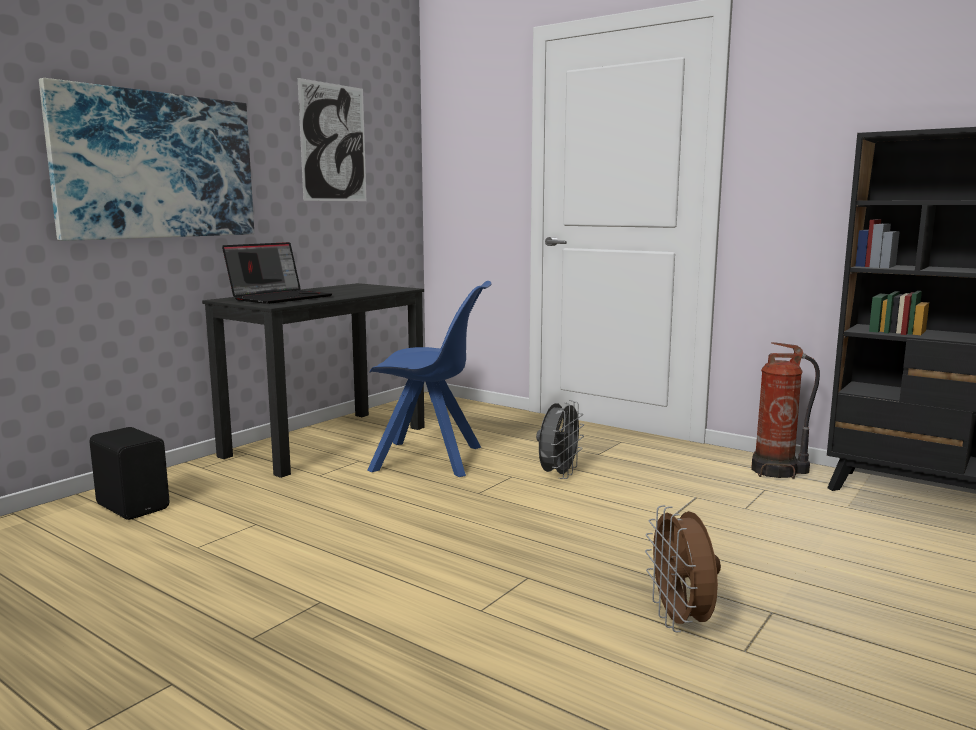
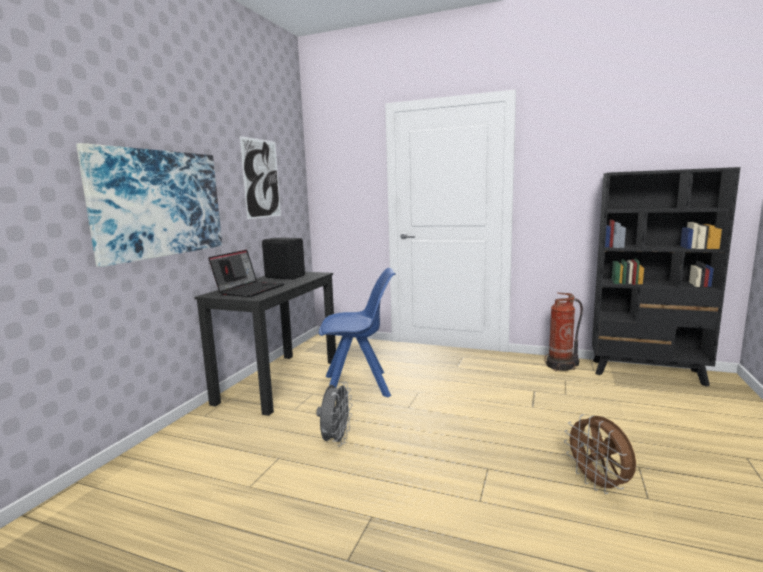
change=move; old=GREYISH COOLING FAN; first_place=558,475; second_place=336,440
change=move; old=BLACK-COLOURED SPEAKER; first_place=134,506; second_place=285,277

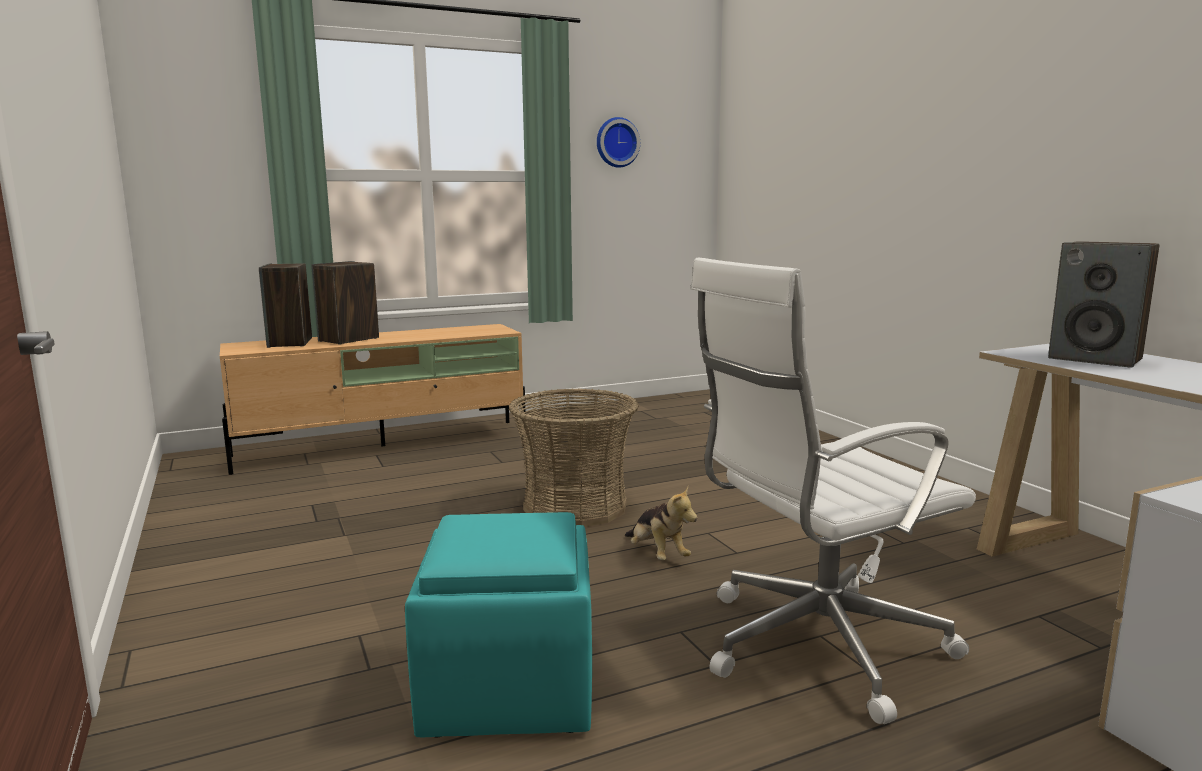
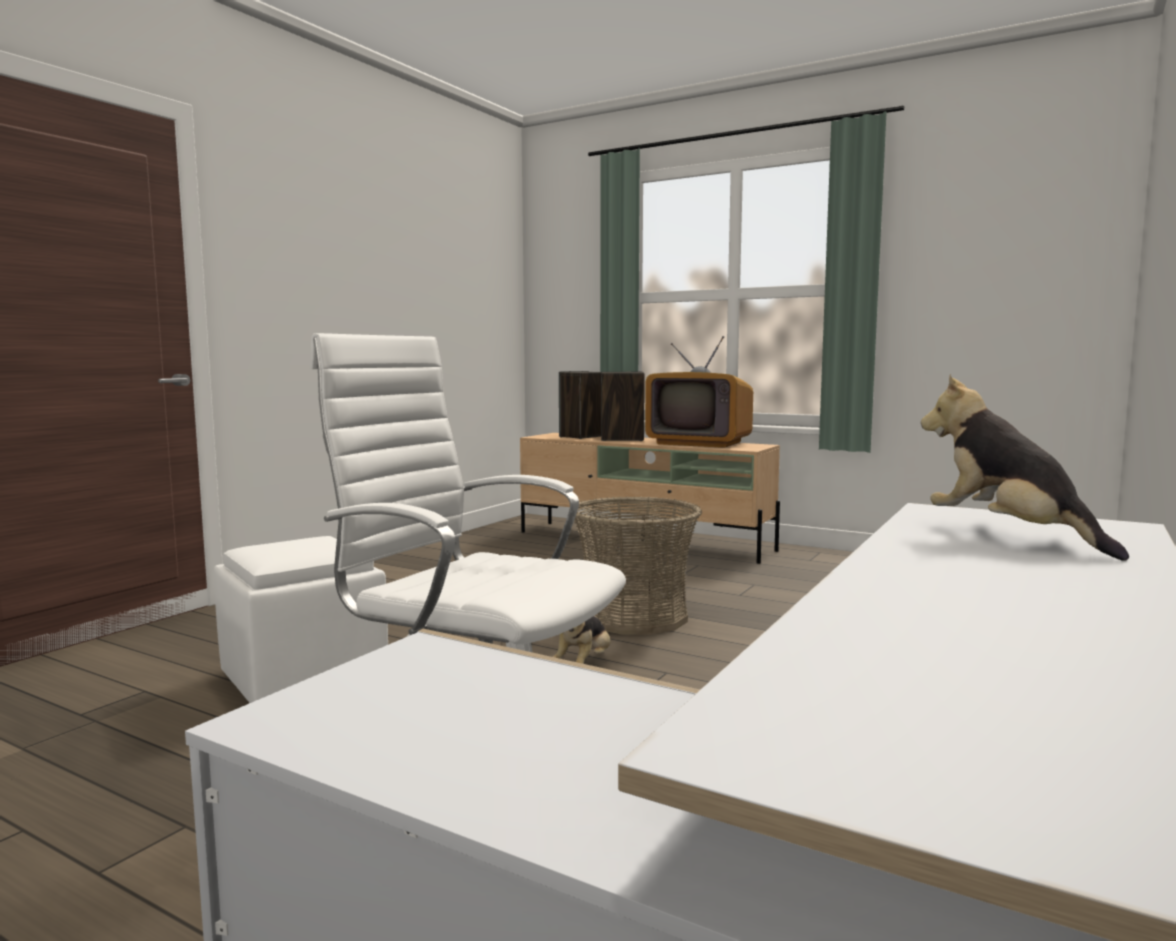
change=delete; old=HANGING CLOCK; first_place=616,142
change=replace; old=SPEAKER; new=SOFT TOY; first_place=1096,359; second_place=1009,536
change=recolor; old=BLUE-GREEN FOOTREST; new=WHITISH FOOTREST; first_place=507,688; second_place=304,676
change=insert; new=TV; second_place=699,443

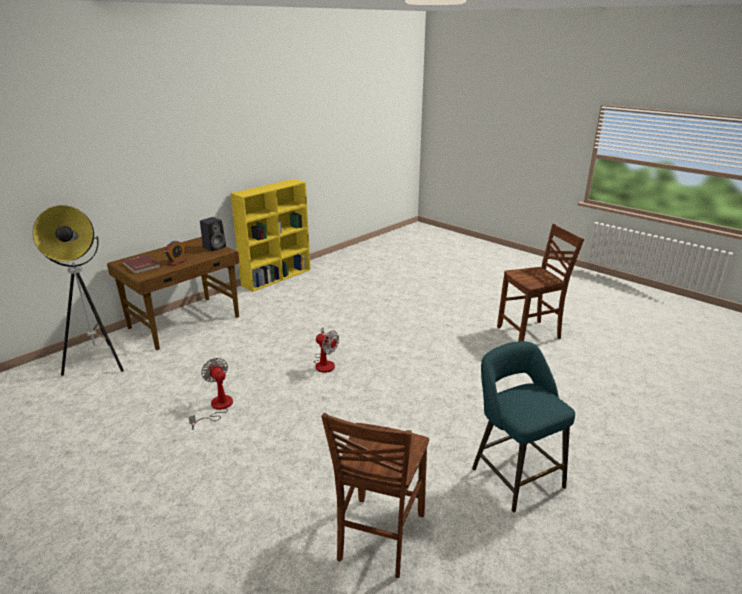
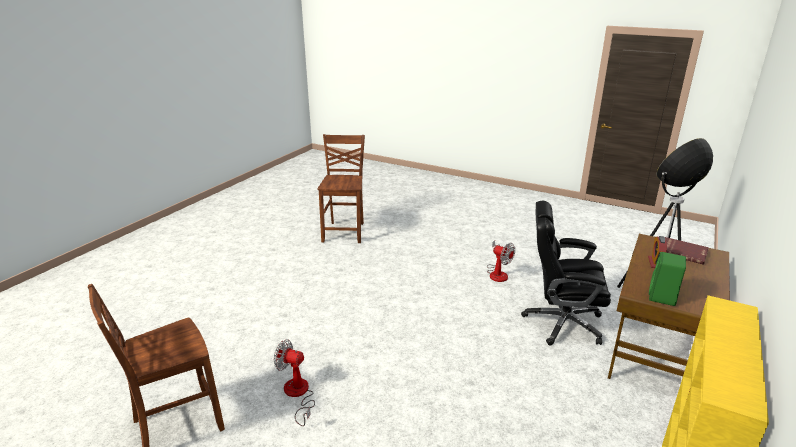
change=recolor; old=BLACK-COLOURED SPEAKER; new=GREEN-COLOURED SPEAKER; first_place=215,247; second_place=662,298
change=move; old=COOLING FAN; first_place=325,363; second_place=298,394
change=delete; old=BLUE-GREEN STOOL SEAT; first_place=514,475
change=insert; new=BLACK-COLOURED COMPUTER CHAIR; second_place=561,323

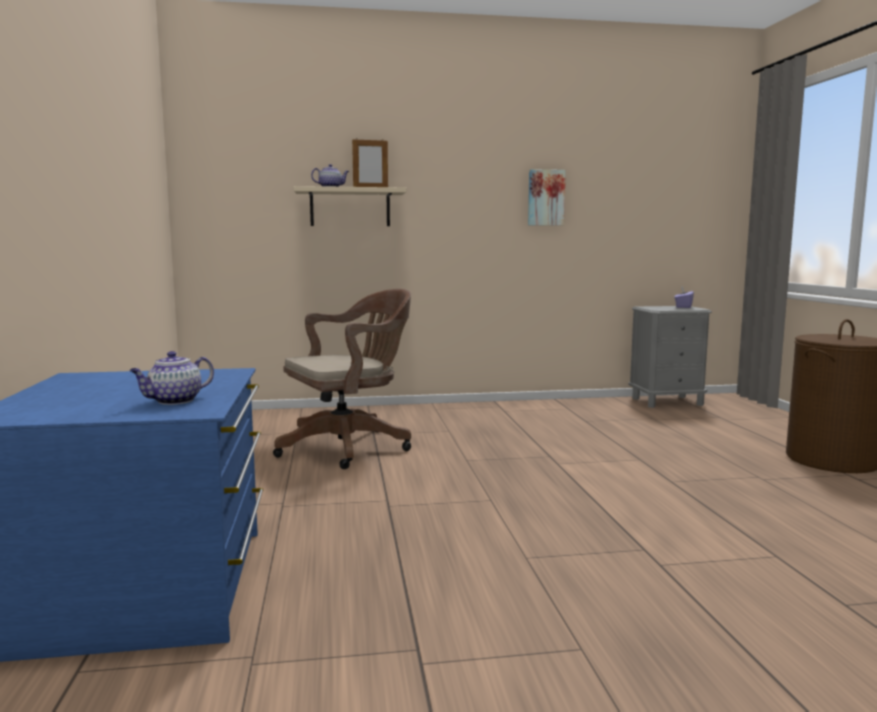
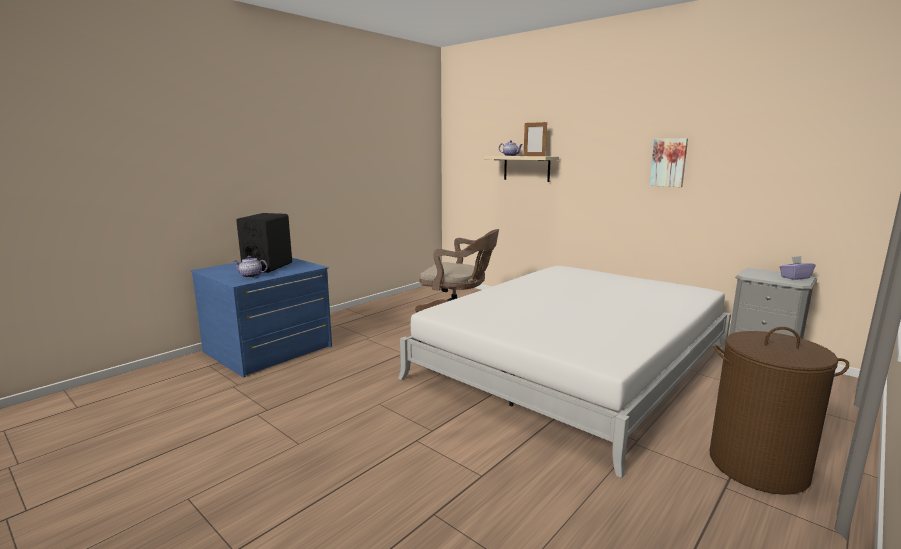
change=insert; new=BLACK-COLOURED SPEAKER; second_place=268,267
change=insert; new=WHITISH BED; second_place=574,363

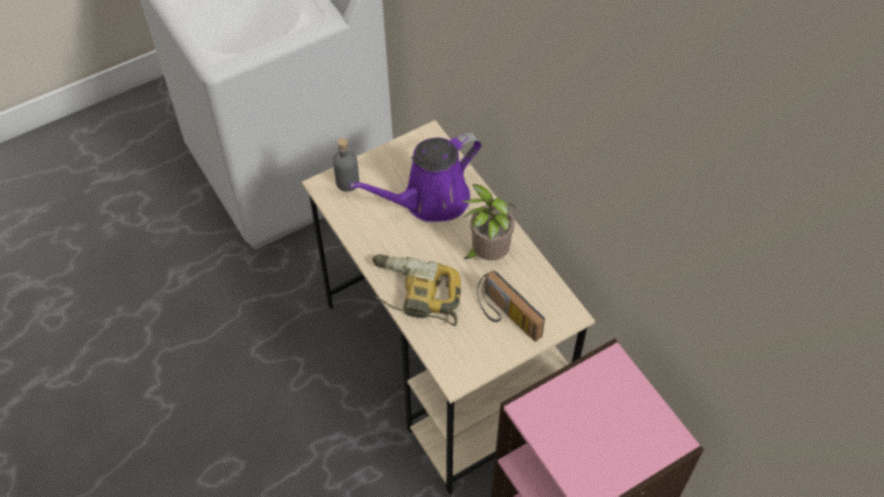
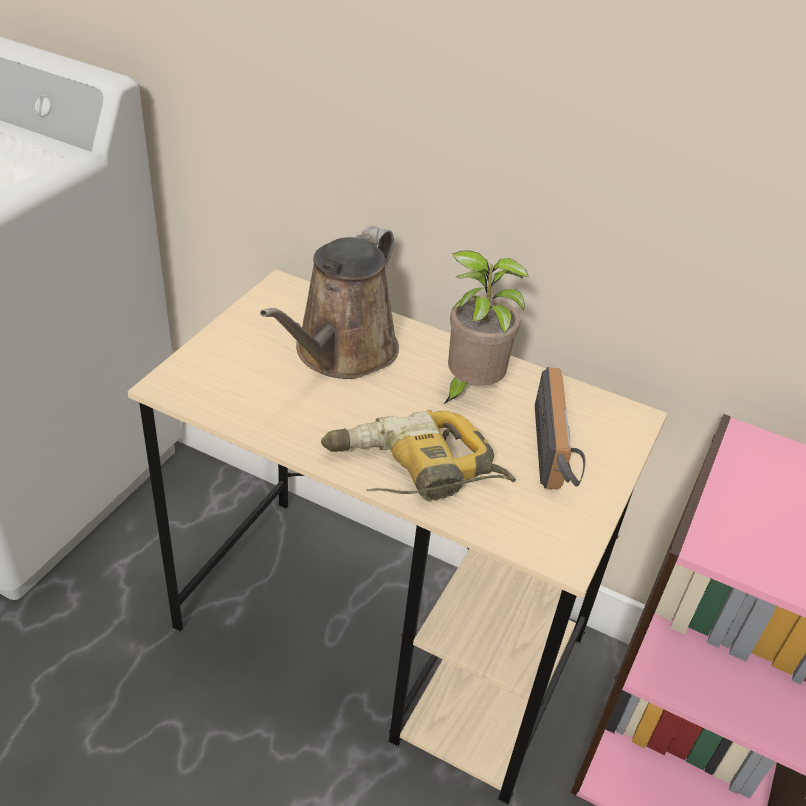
change=recolor; old=PURPLE WATERING POT; new=BROWN WATERING POT; first_place=430,200; second_place=341,354
change=delete; old=GREYISH BEVERAGE BOTTLE; first_place=347,182
change=rotate; old=RADIO; first_place=505,317; second_place=559,450; degrees=-105

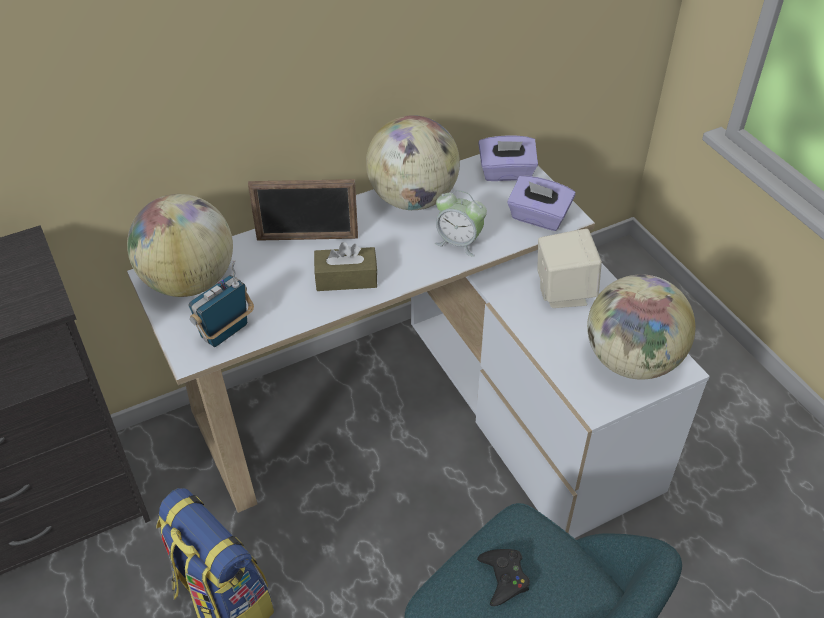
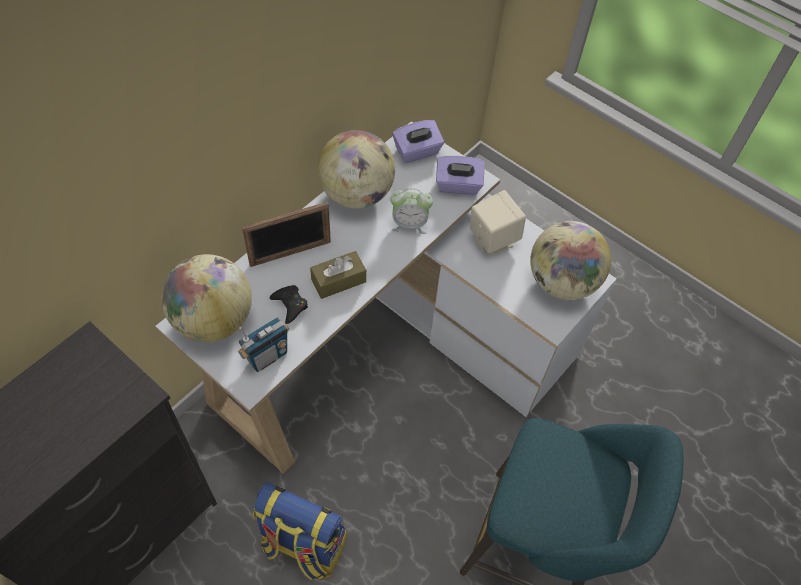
change=rotate; old=RADIO; first_place=225,332; second_place=267,356; degrees=-150
change=move; old=BLACK-COLOURED GAME CONTROLLER; first_place=504,578; second_place=290,305

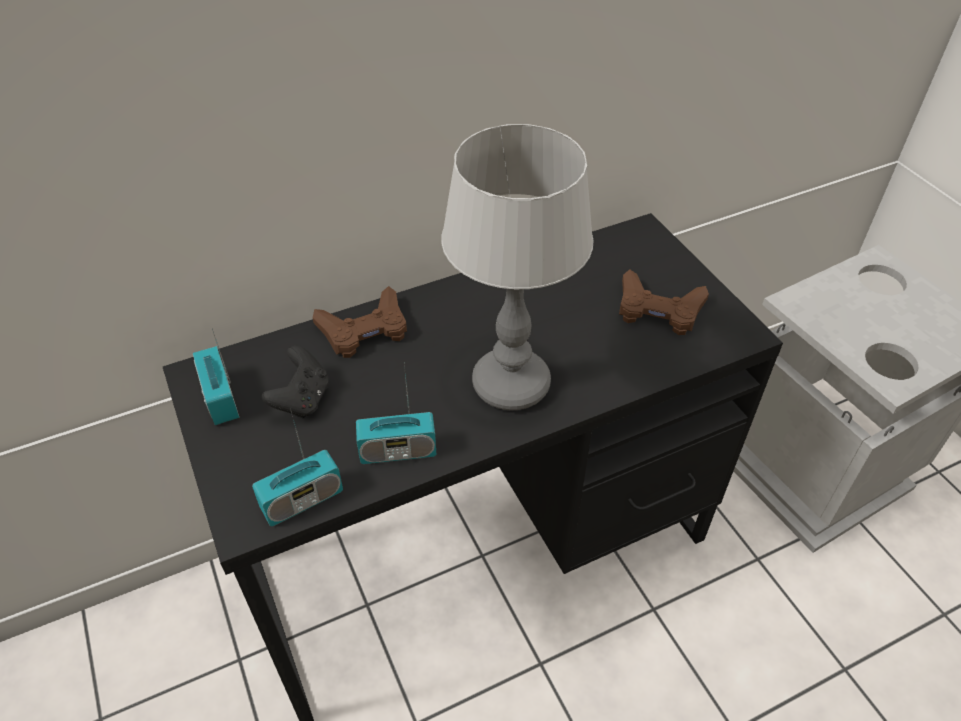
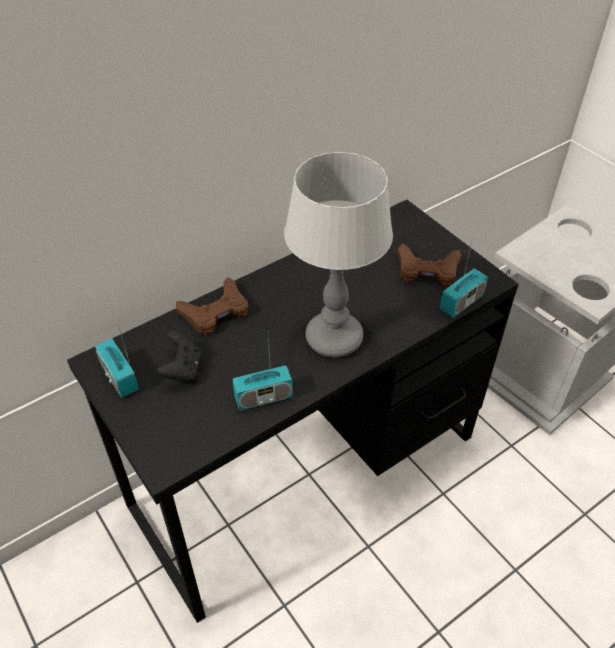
change=move; old=RADIO; first_place=302,500; second_place=461,302

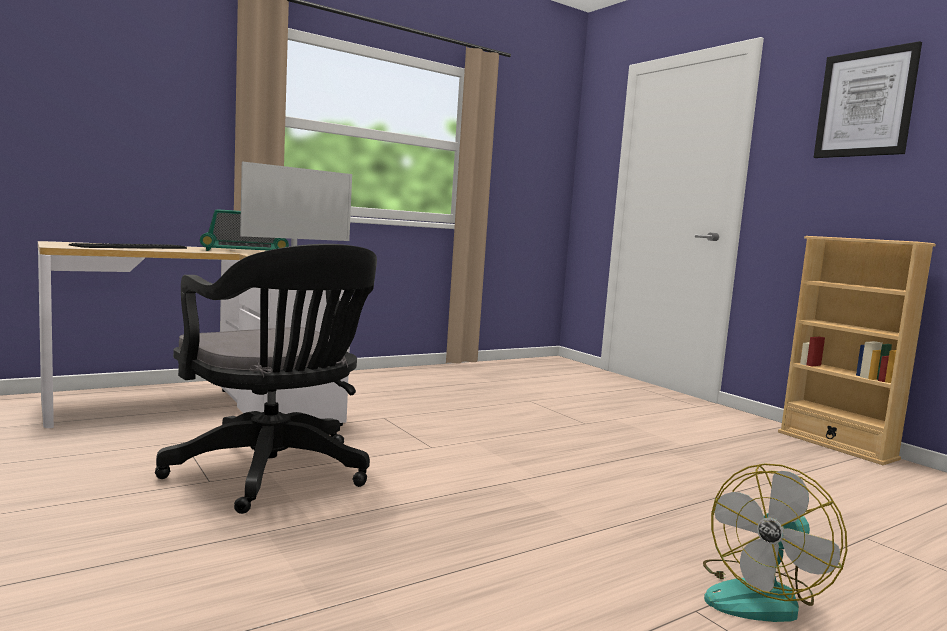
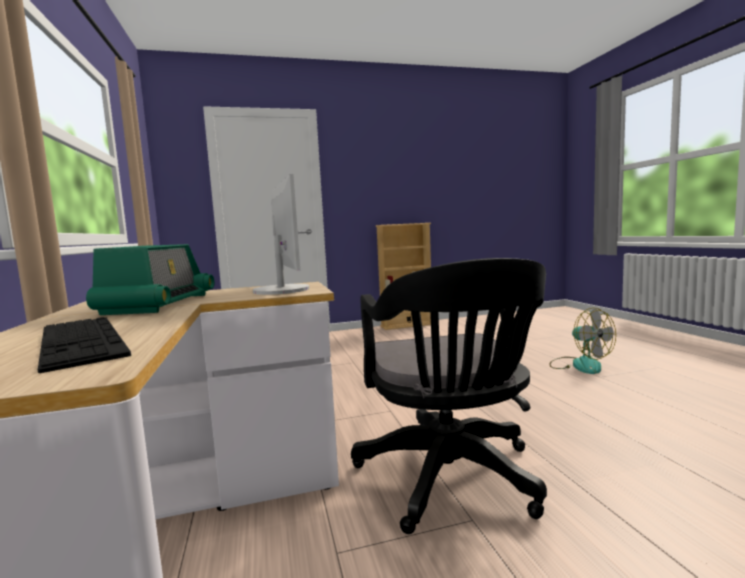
change=delete; old=WALL ART; first_place=865,103
change=rotate; old=BLACK-COLOURED COMPUTER CHAIR; first_place=275,474; second_place=451,480; degrees=105

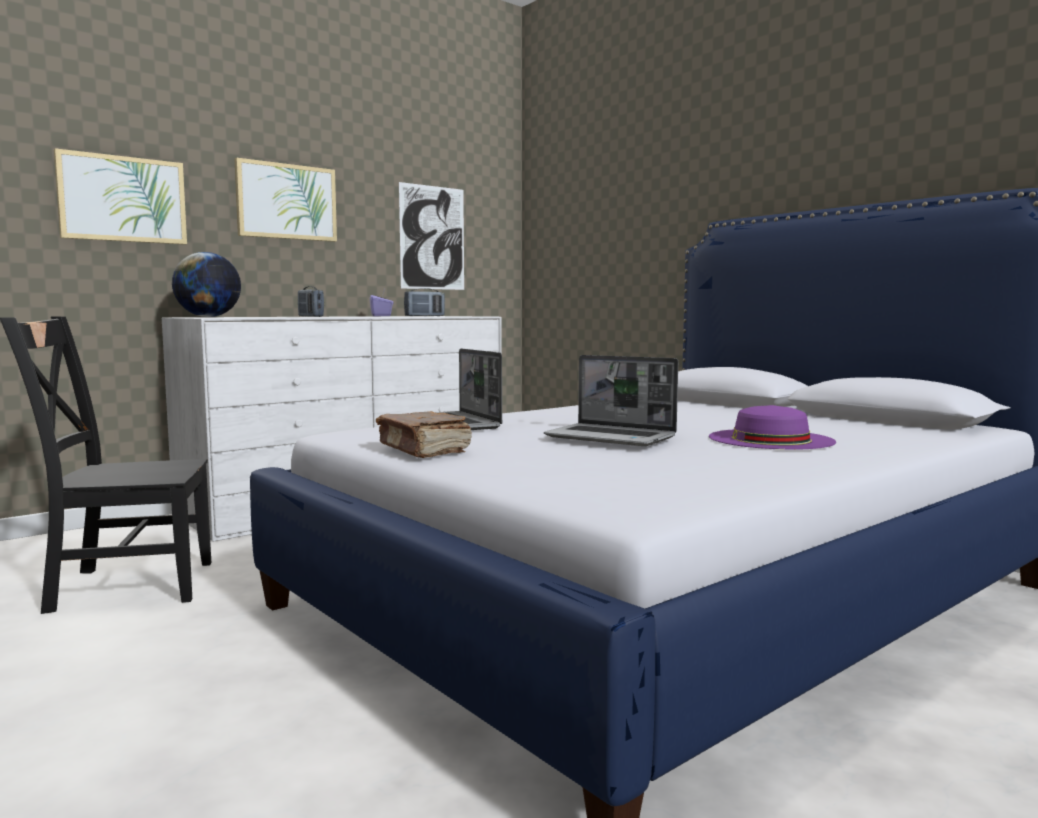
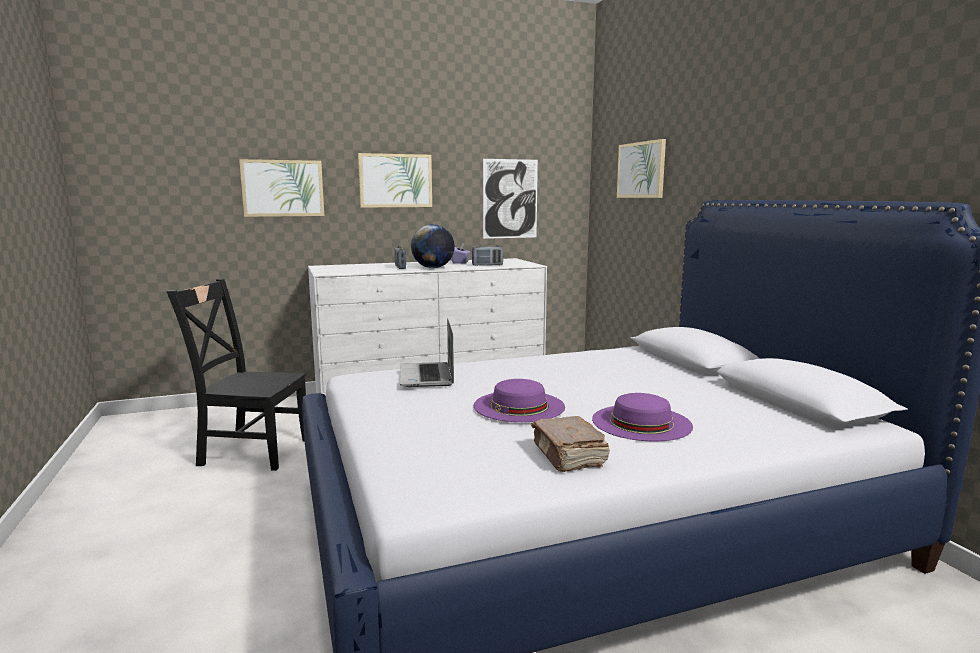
change=move; old=WORLD GLOBE; first_place=208,317; second_place=433,268
change=replace; old=PORTABLE COMPUTER; new=PURPLE HAT; first_place=612,437; second_place=519,406
change=move; old=BROWN BOUND BOOK; first_place=423,450; second_place=568,456
change=insert; new=WALL ART; second_place=641,170

